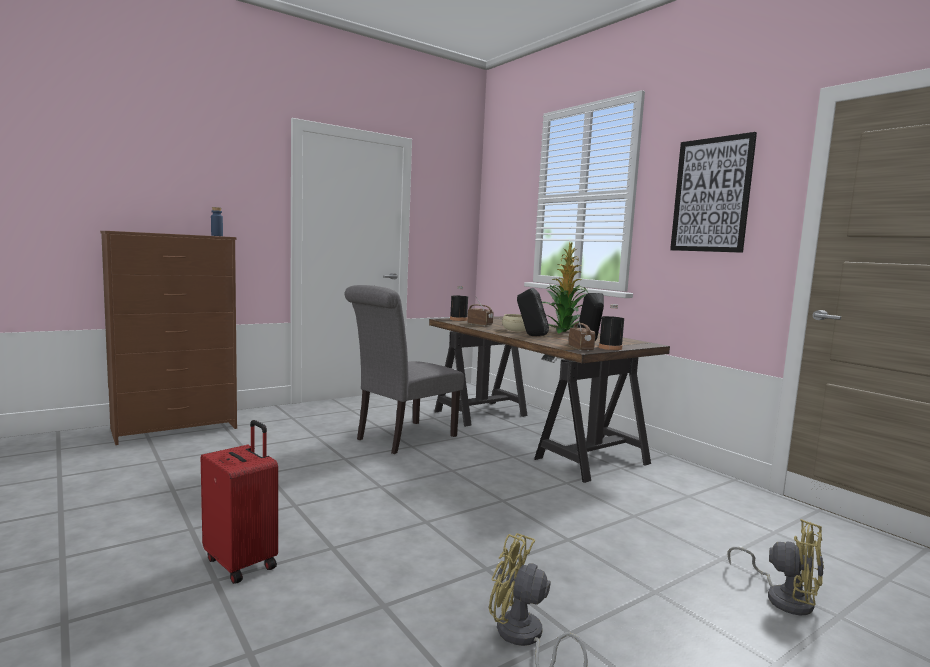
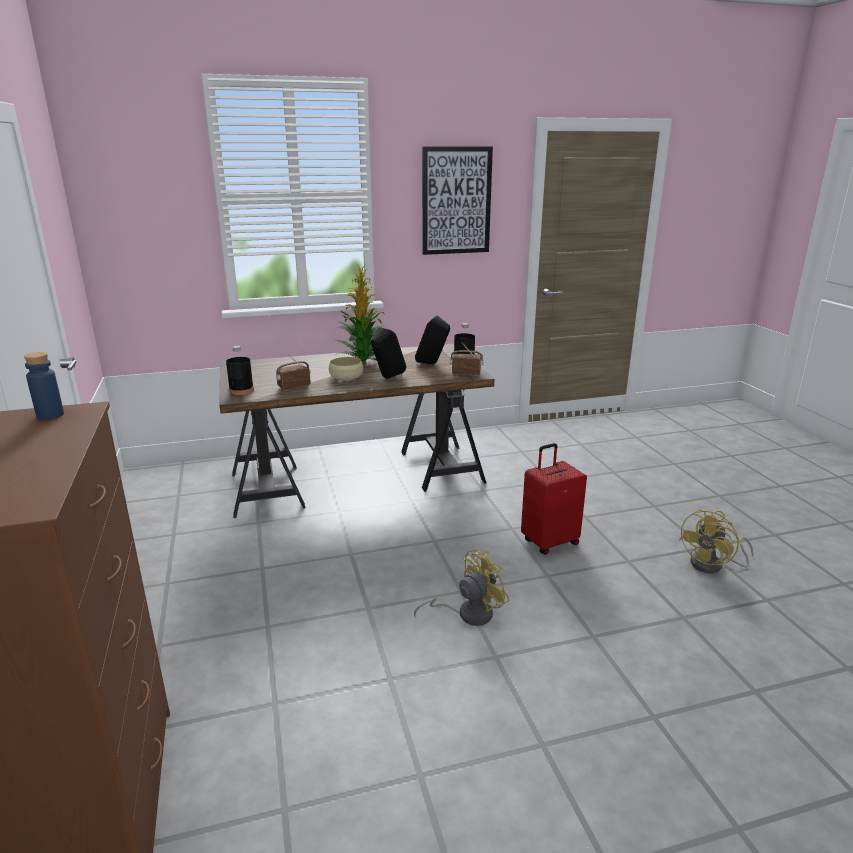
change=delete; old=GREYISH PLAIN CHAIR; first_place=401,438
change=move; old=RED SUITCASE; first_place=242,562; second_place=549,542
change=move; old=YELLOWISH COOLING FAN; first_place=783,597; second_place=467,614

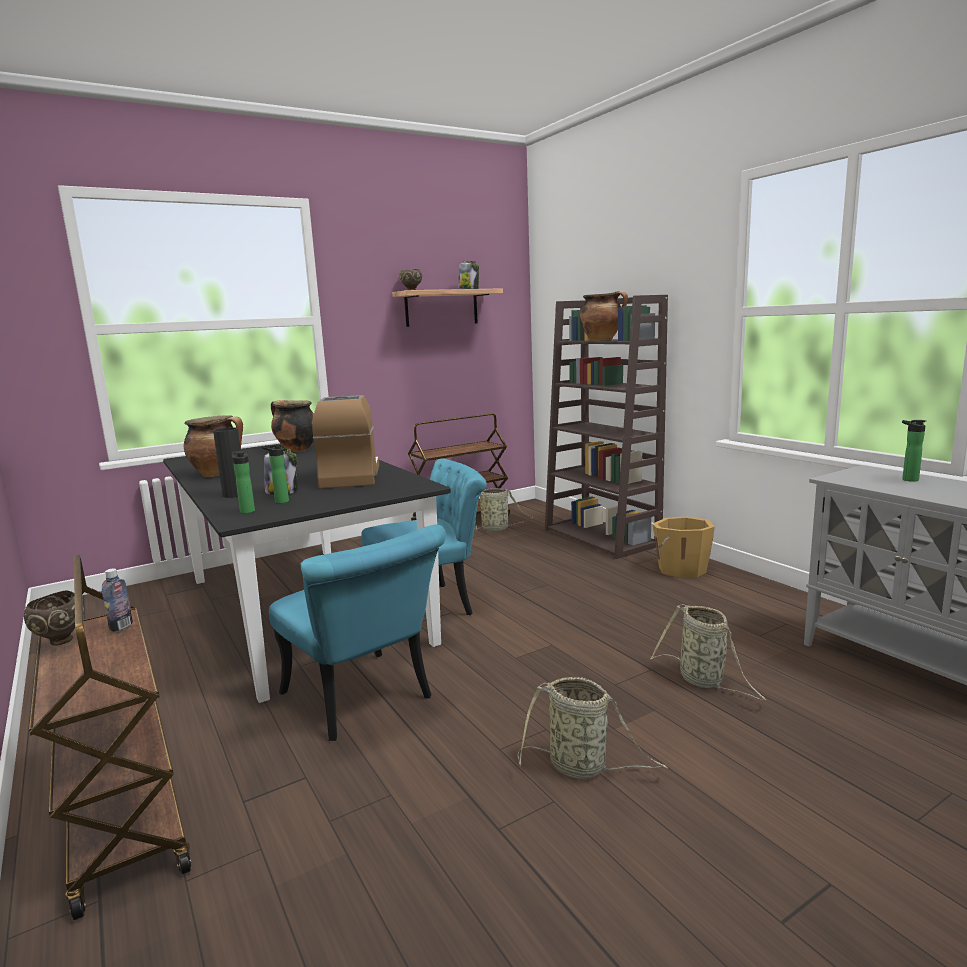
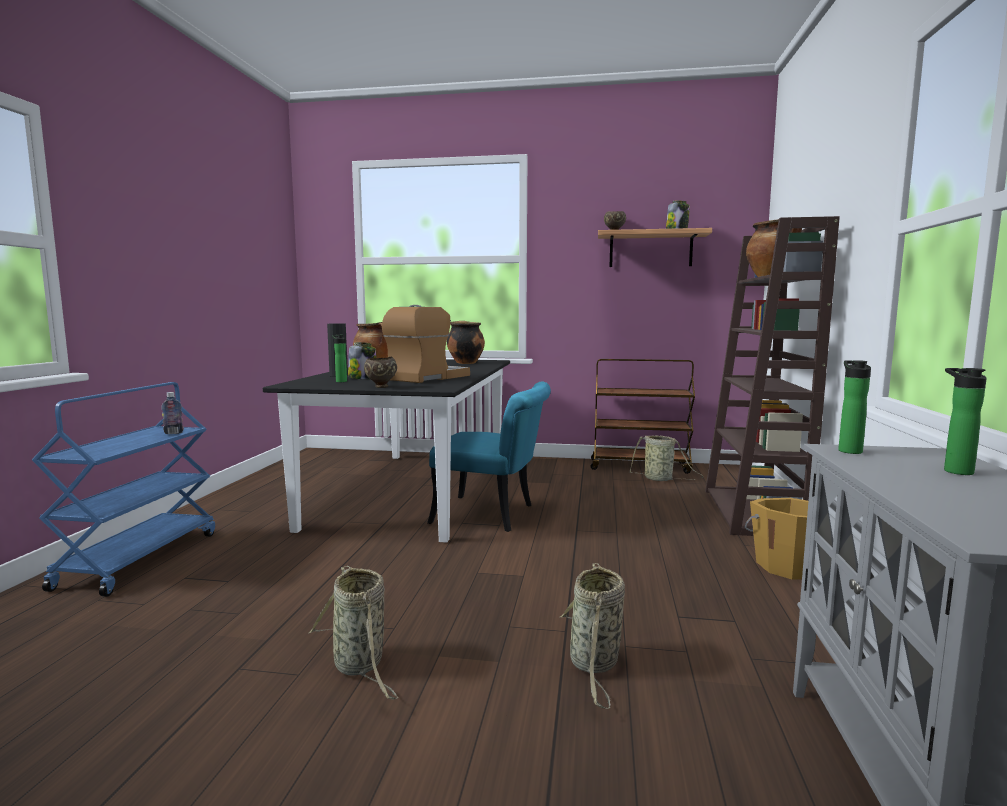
change=move; old=BEVERAGE BOTTLE; first_place=247,511; second_place=848,450
change=delete; old=BLUE-GREEN PLAIN CHAIR; first_place=364,701
change=recolor; old=BROWN WHEELED CART; new=BLUISH WHEELED CART; first_place=123,818; second_place=139,559
change=move; old=BROWN DEEP DISH; first_place=60,642; second_place=380,387

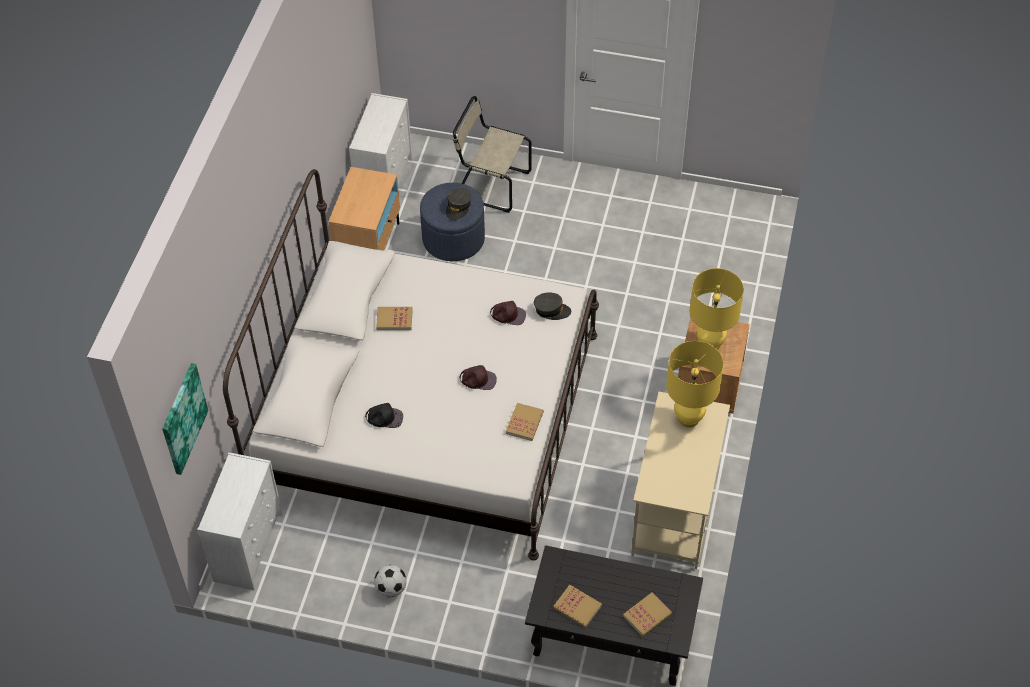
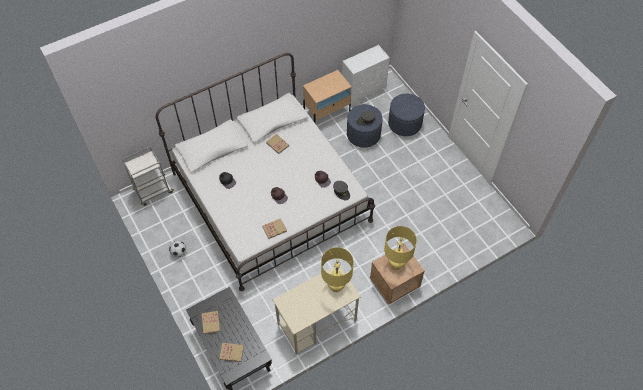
change=replace; old=SAND-COLOURED PLAIN CHAIR; new=BLUISH FOOTREST; first_place=490,184; second_place=404,123
change=delete; old=WALL ART; first_place=182,418
change=replace; old=WHITISH DRAWER CHEST; new=GREYISH WHEELED CART; first_place=248,546; second_place=152,191

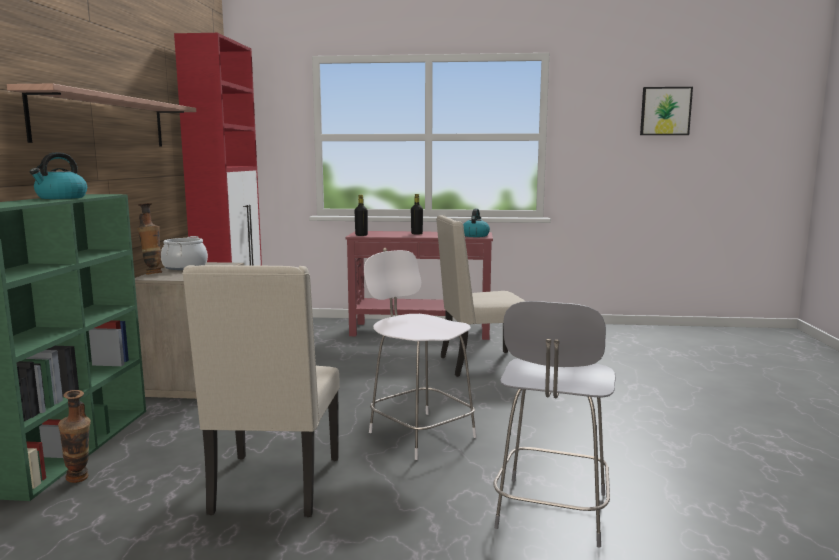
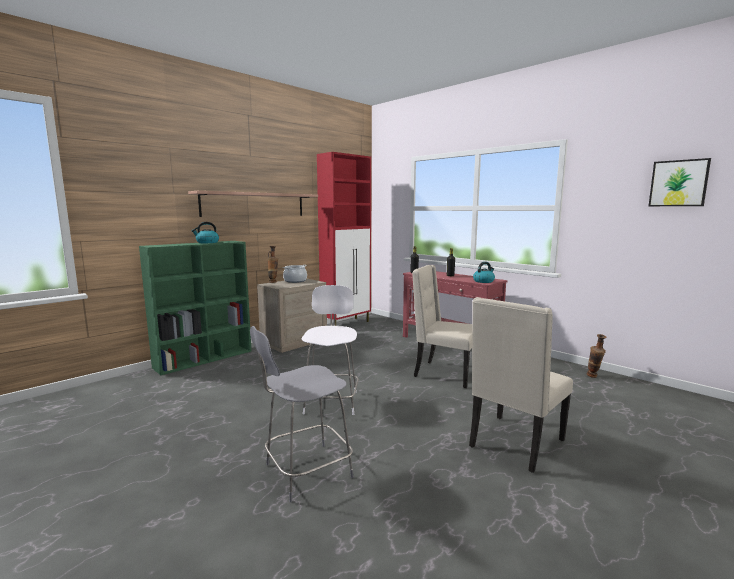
change=move; old=SAND-COLOURED PLAIN CHAIR; first_place=274,486; second_place=515,444
change=move; old=VASE; first_place=80,481; second_place=593,377

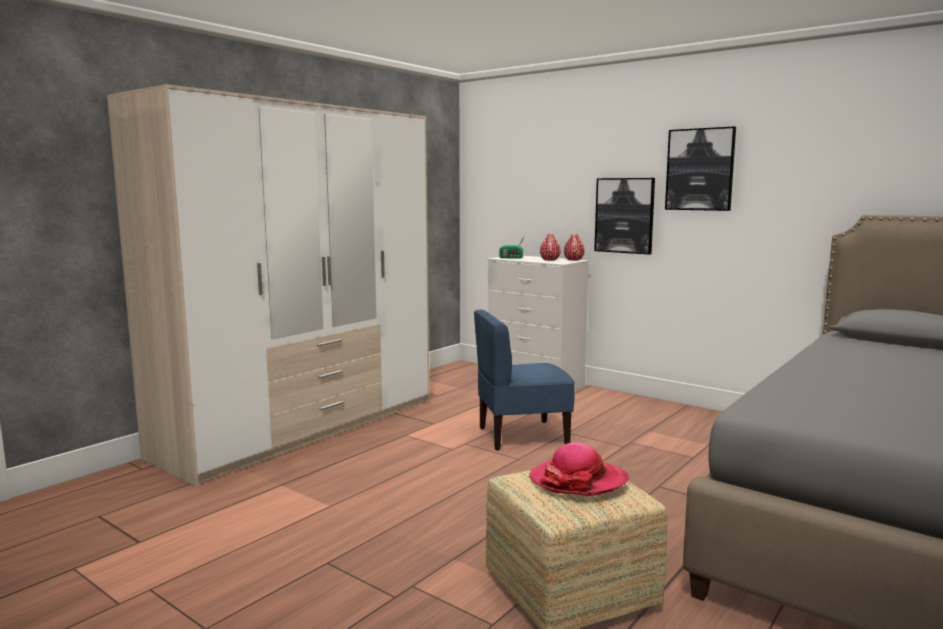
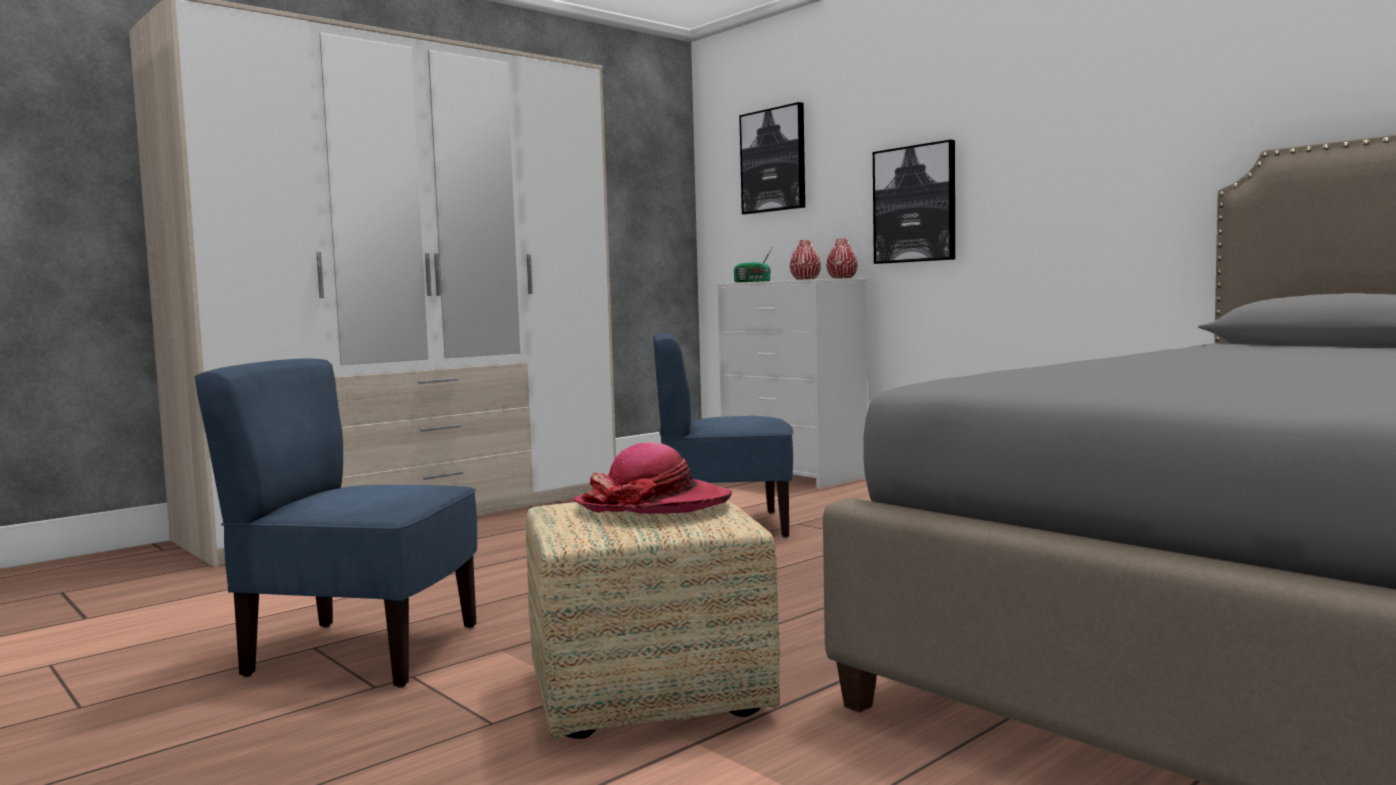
change=move; old=WALL ART; first_place=700,169; second_place=774,160
change=insert; new=BLUISH PLAIN CHAIR; second_place=362,652

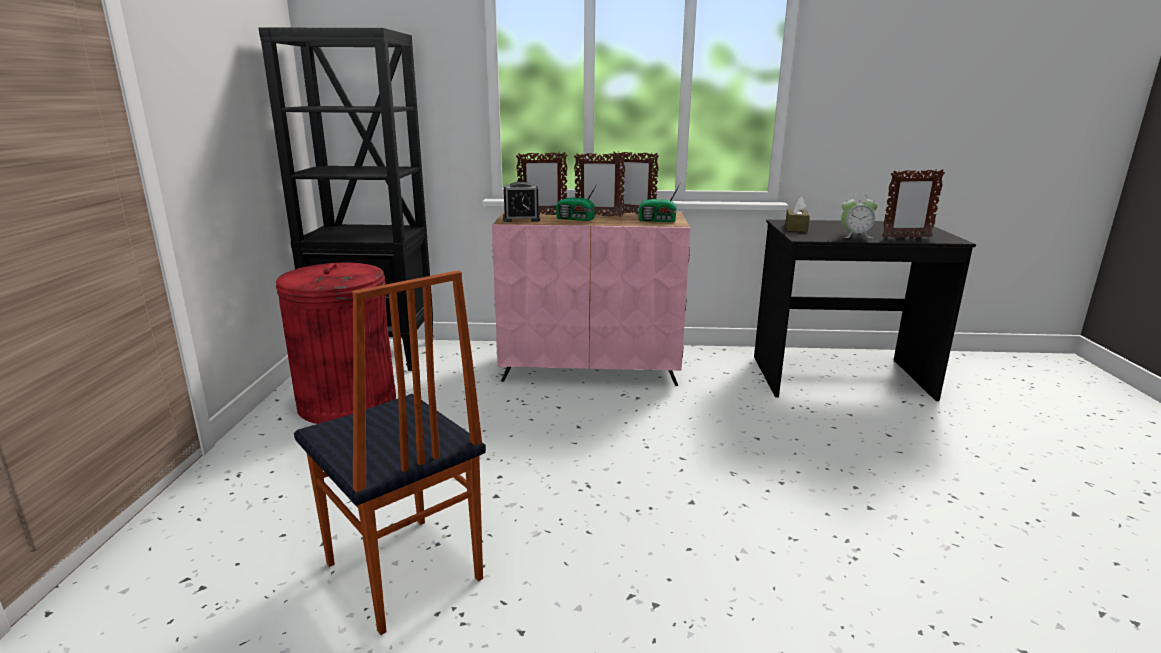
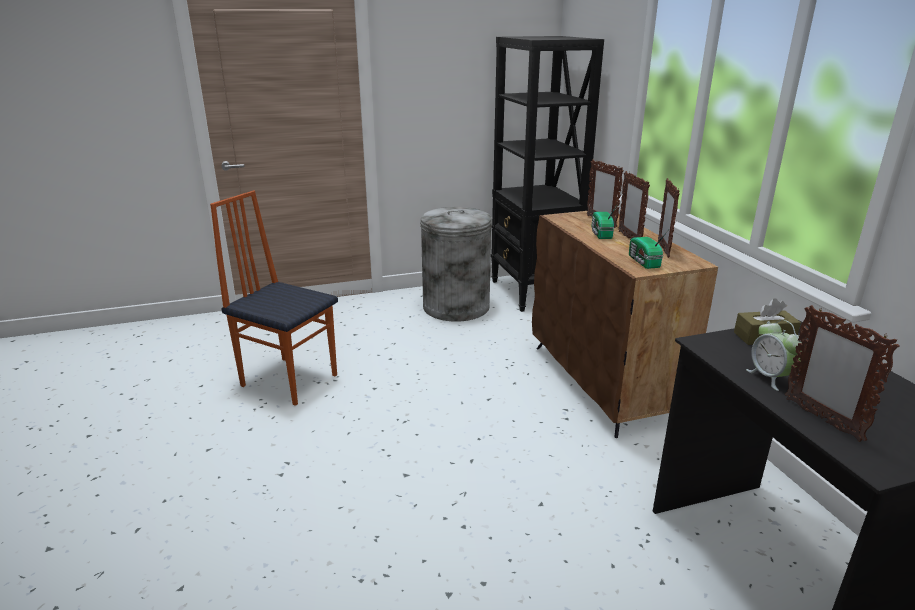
change=delete; old=ALARM CLOCK; first_place=521,219
change=recolor; old=PINK-COLOURED STORAGE CABINET; new=BROWN STORAGE CABINET; first_place=591,368; second_place=603,382
change=recolor; old=RED TRASH CAN; new=GREYISH TRASH CAN; first_place=348,403; second_place=456,307
change=rotate; old=PLAIN CHAIR; first_place=402,573; second_place=290,379; degrees=90

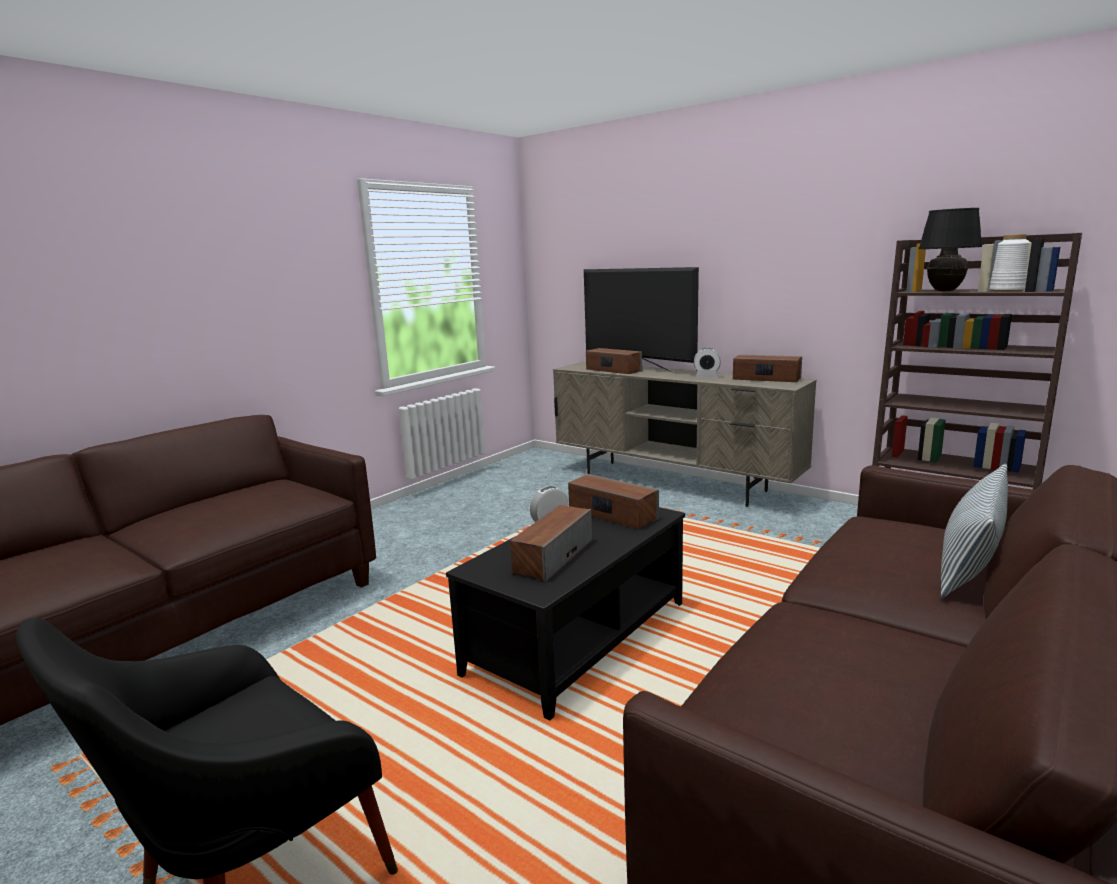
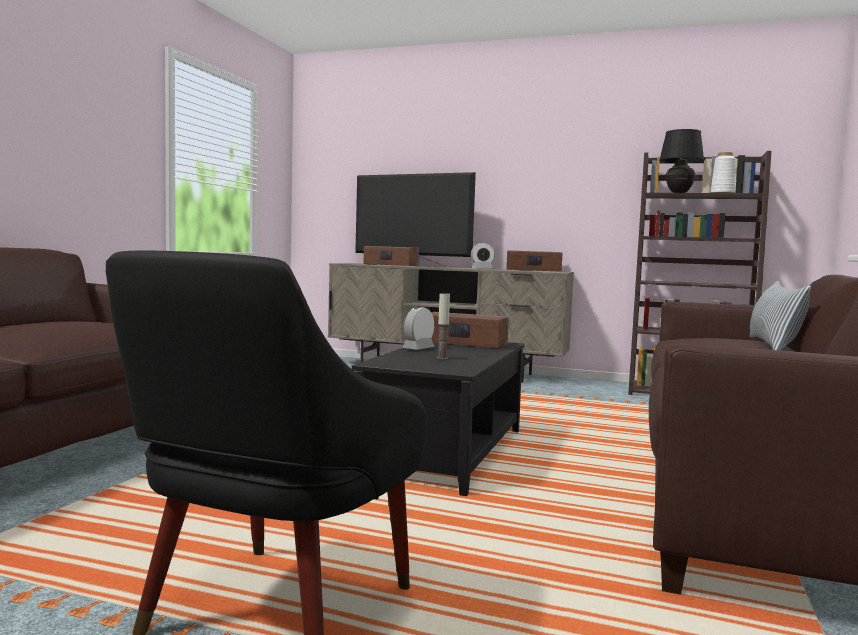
change=replace; old=SPEAKER; new=WAX LIGHT; first_place=553,556; second_place=442,358

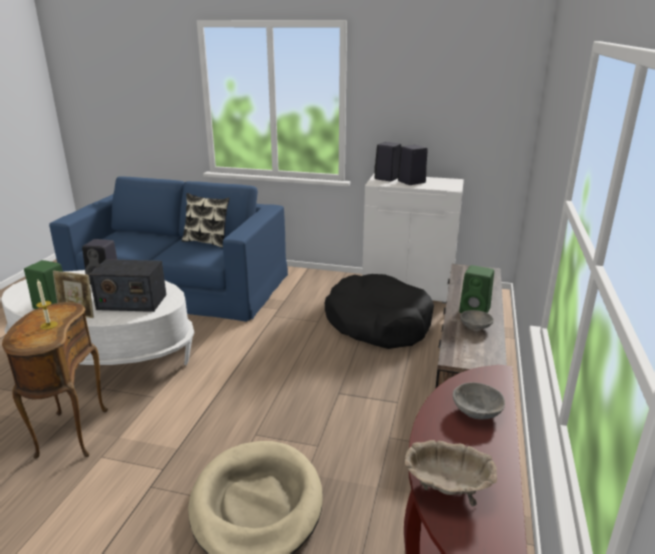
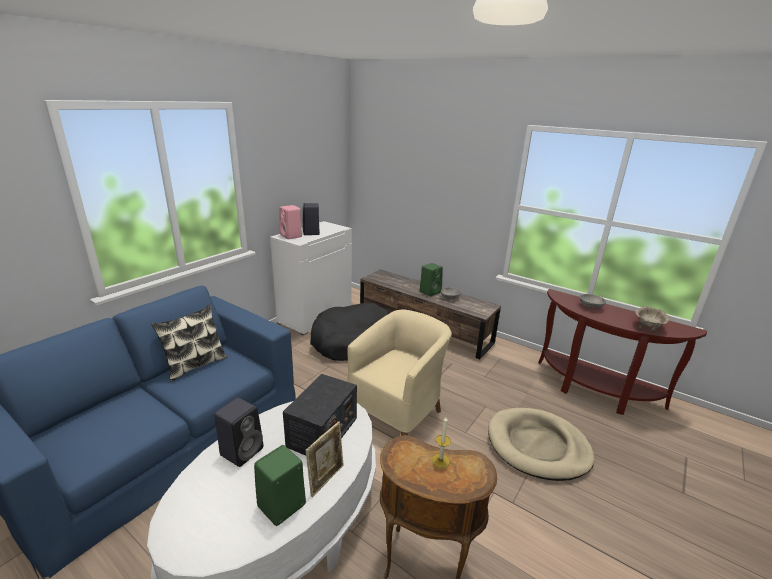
change=recolor; old=BLACK-COLOURED SPEAKER; new=PINK-COLOURED SPEAKER; first_place=387,178; second_place=291,236
change=insert; new=SAND-COLOURED LOUNGE CHAIR; second_place=398,412

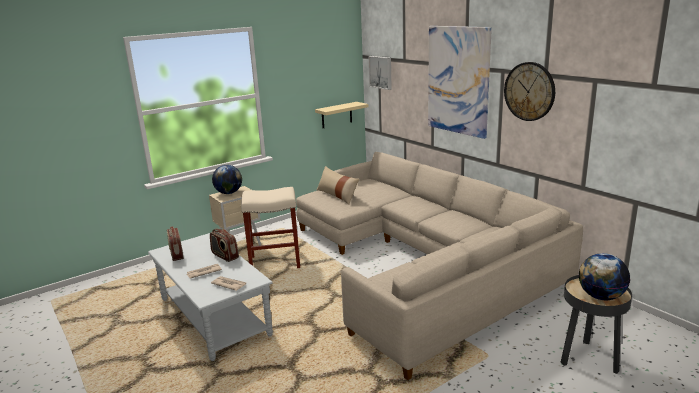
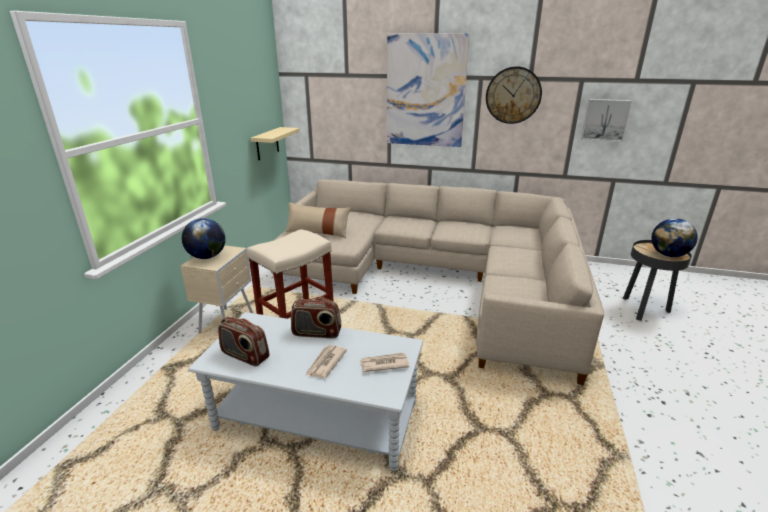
change=move; old=WALL ART; first_place=381,72; second_place=605,119

